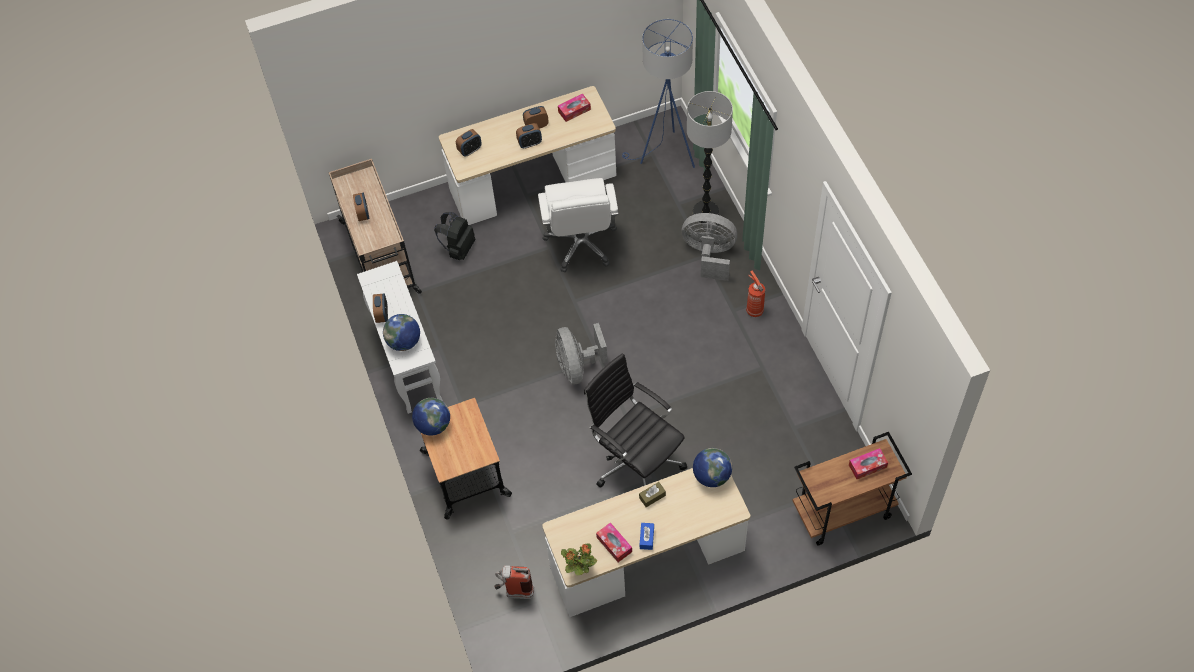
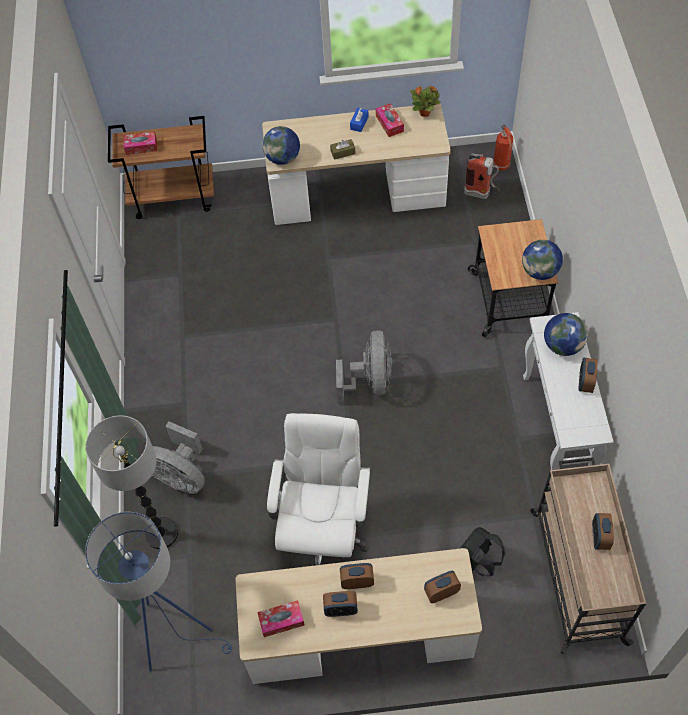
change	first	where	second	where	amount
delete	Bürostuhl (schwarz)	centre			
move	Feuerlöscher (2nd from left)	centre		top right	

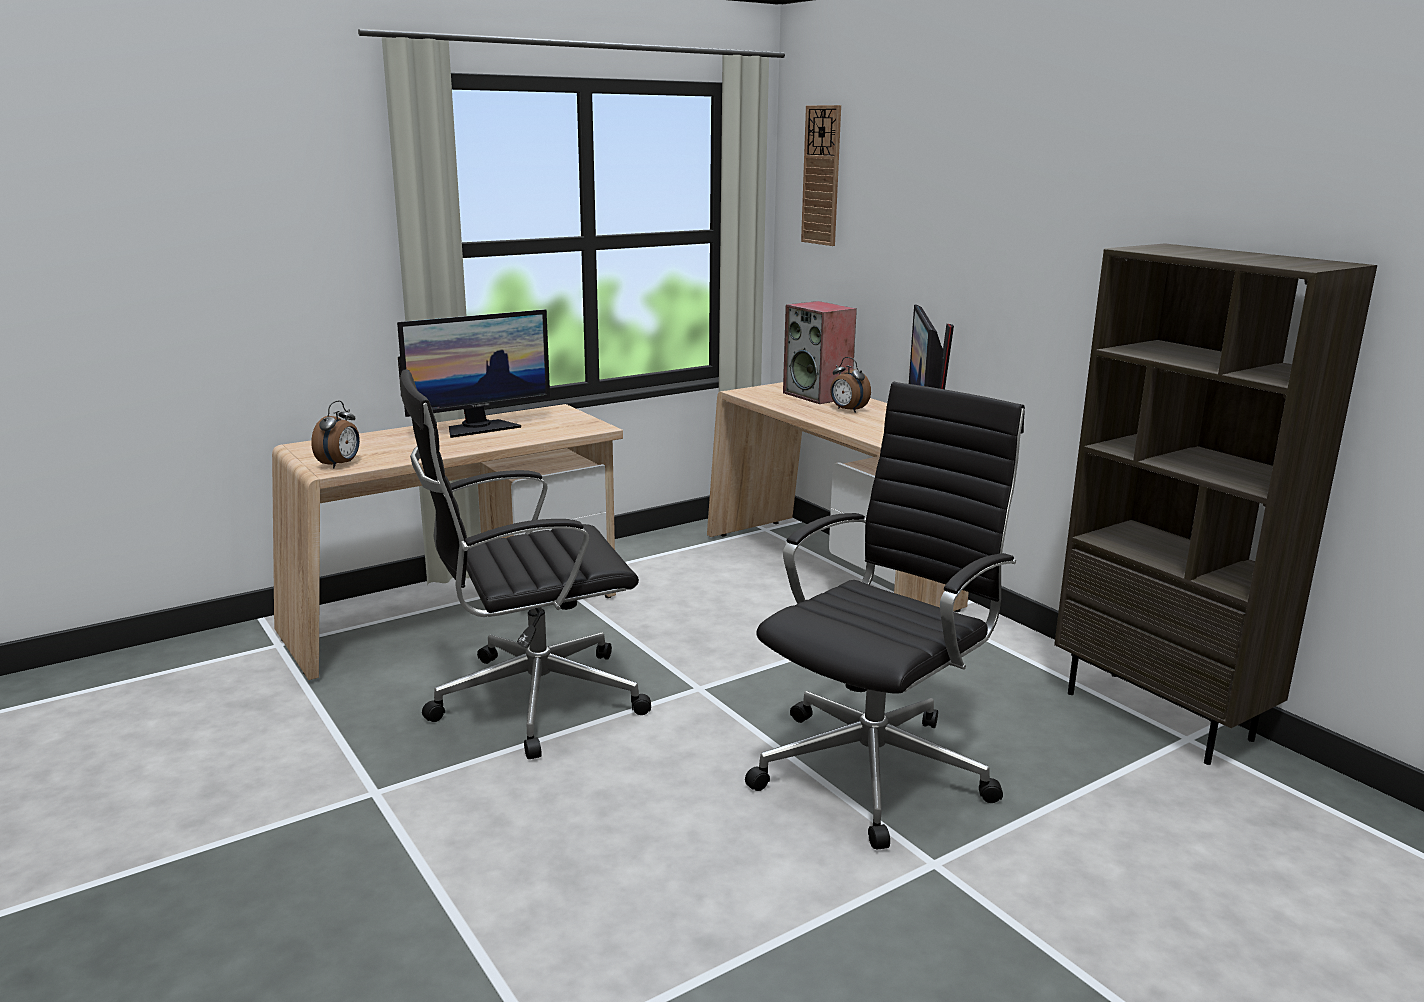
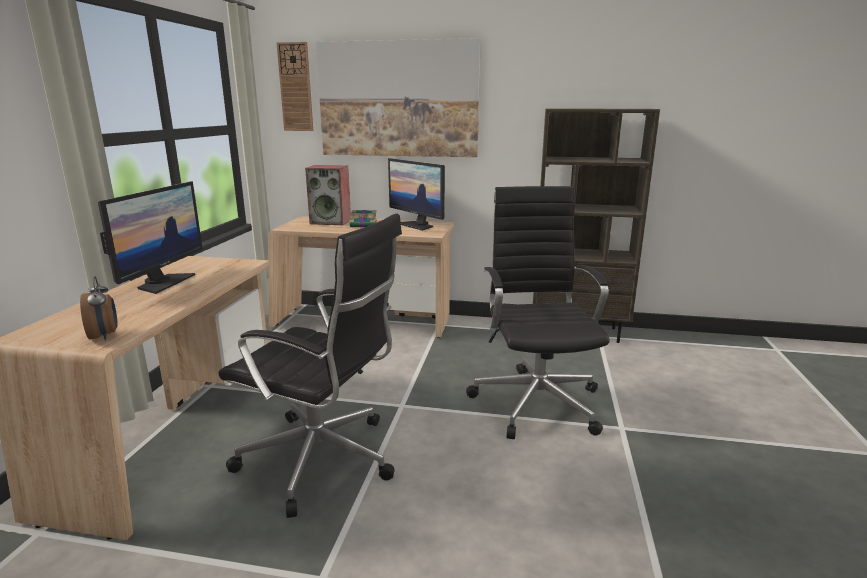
change	first	where	second	where	amount
insert			Bild	top centre	
replace	Wecker (2nd from left)	centre	Buch	centre	
rotate	Bürostuhl (schwarz) (1st from left)	centre		centre	90 degrees counterclockwise

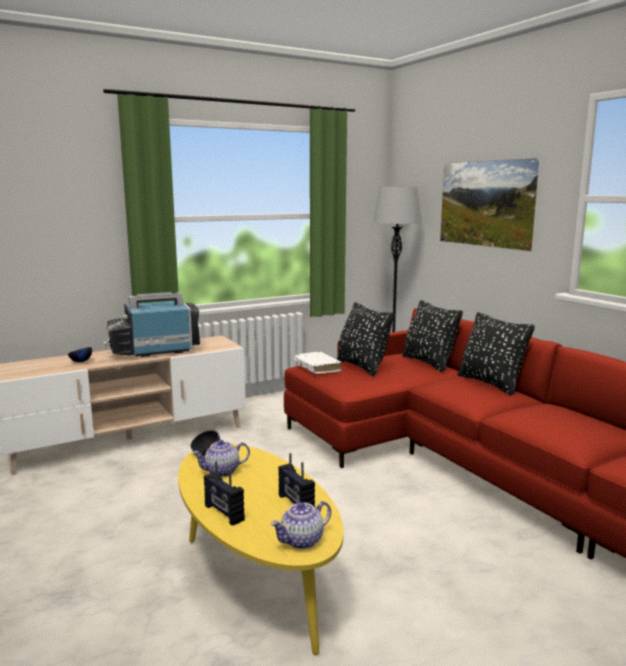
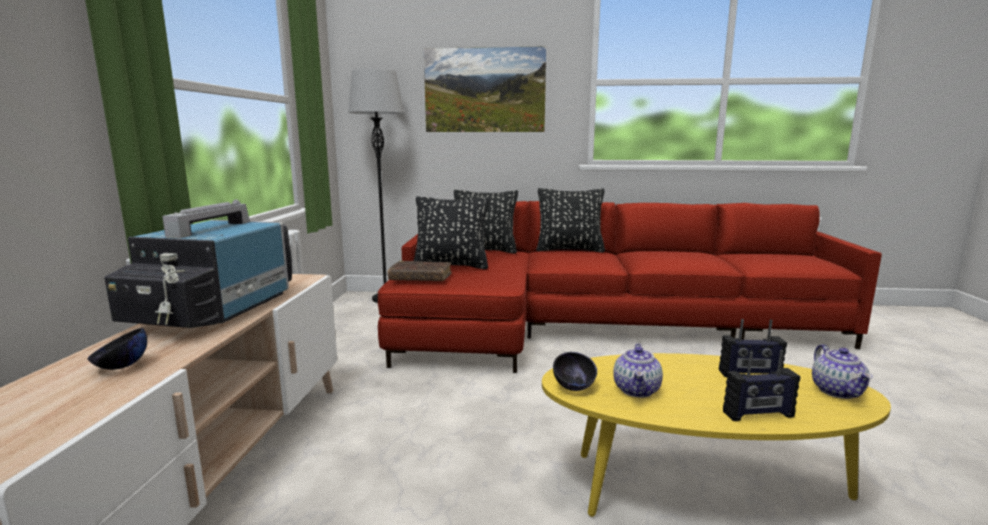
change	first	where	second	where	amount
recolor	Buch (weiß)	centre	Buch (braun)	centre	

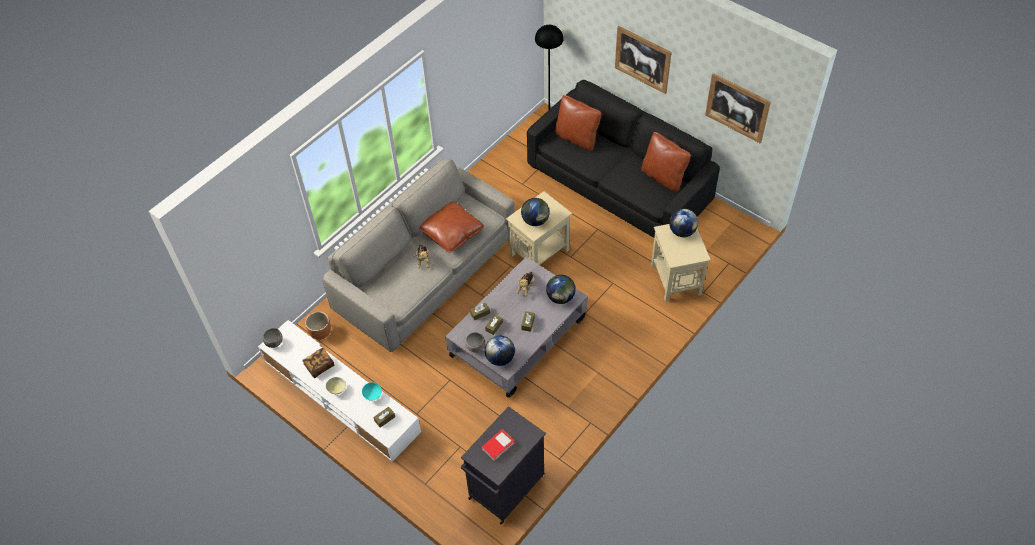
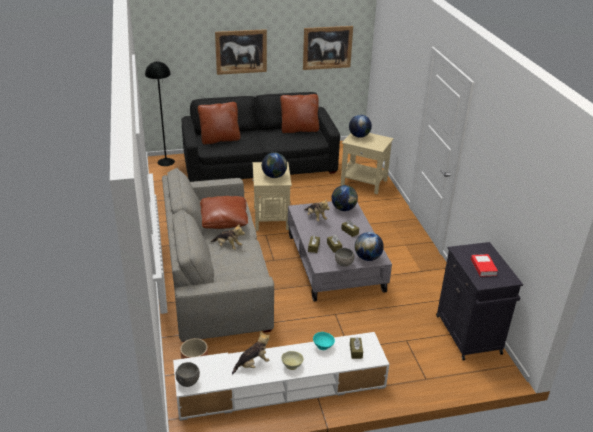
change	first	where	second	where	amount
replace	Buch (1st from left)	middle left	Plüschtier (2nd from left)	bottom centre	

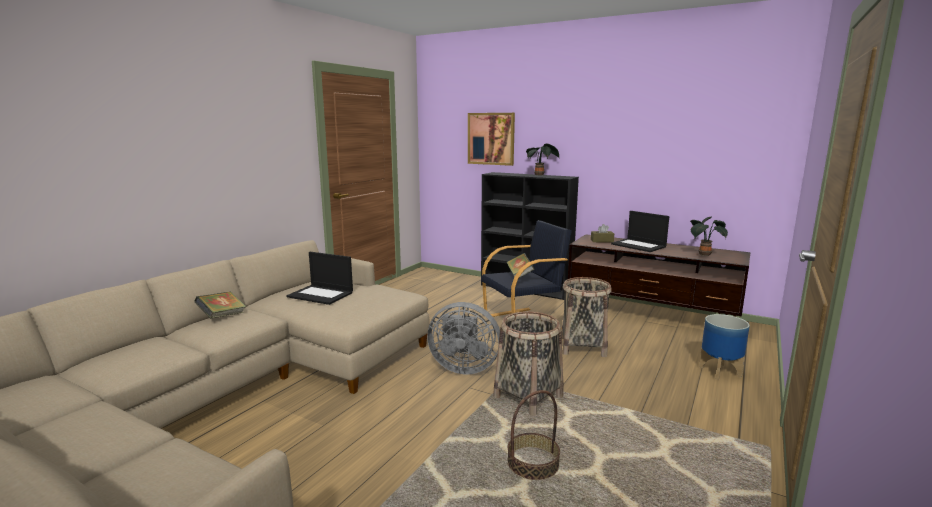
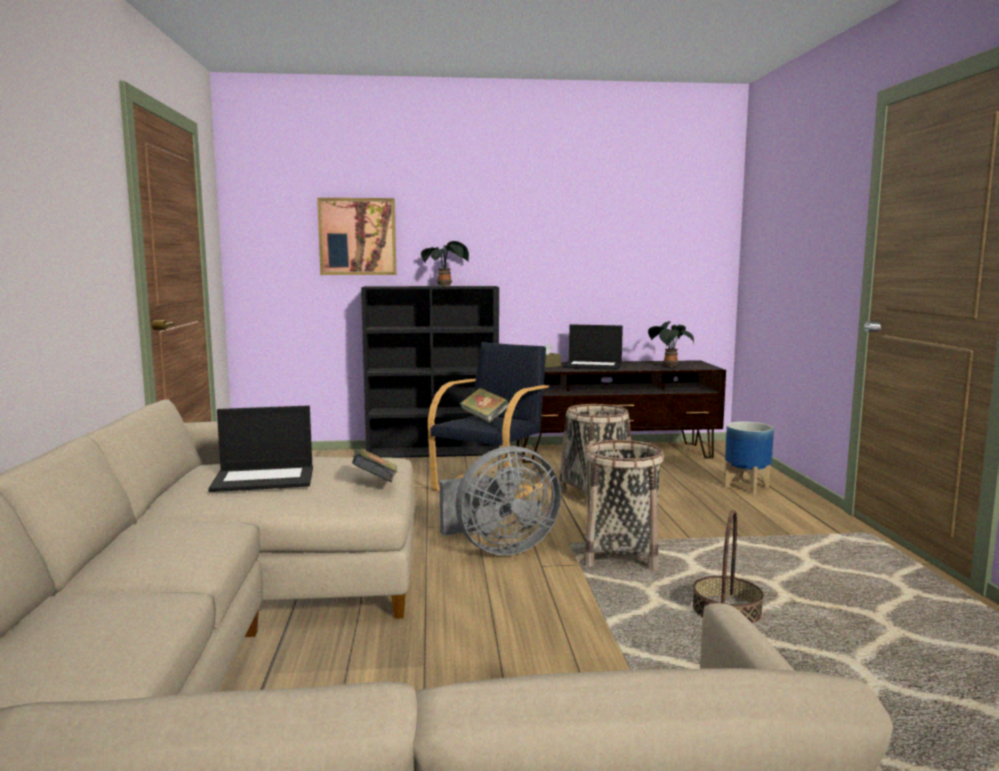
change	first	where	second	where	amount
move	Buch (1st from left)	middle left		centre	

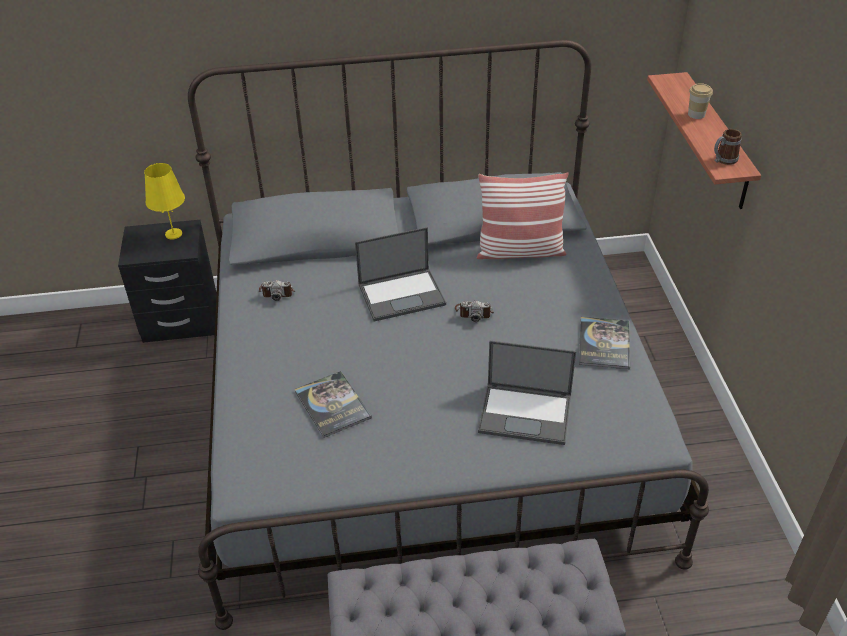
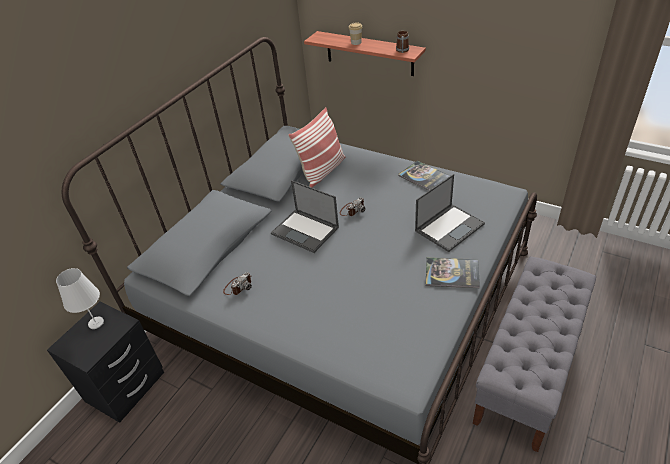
change	first	where	second	where	amount
move	Buch (1st from left in the first image)	centre	Buch (2nd from left)	middle right	
recolor	Tischlampe (gelb)	top left	Tischlampe (weiß)	middle left	
rotate	Laptop (1st from left)	centre		centre	105 degrees clockwise

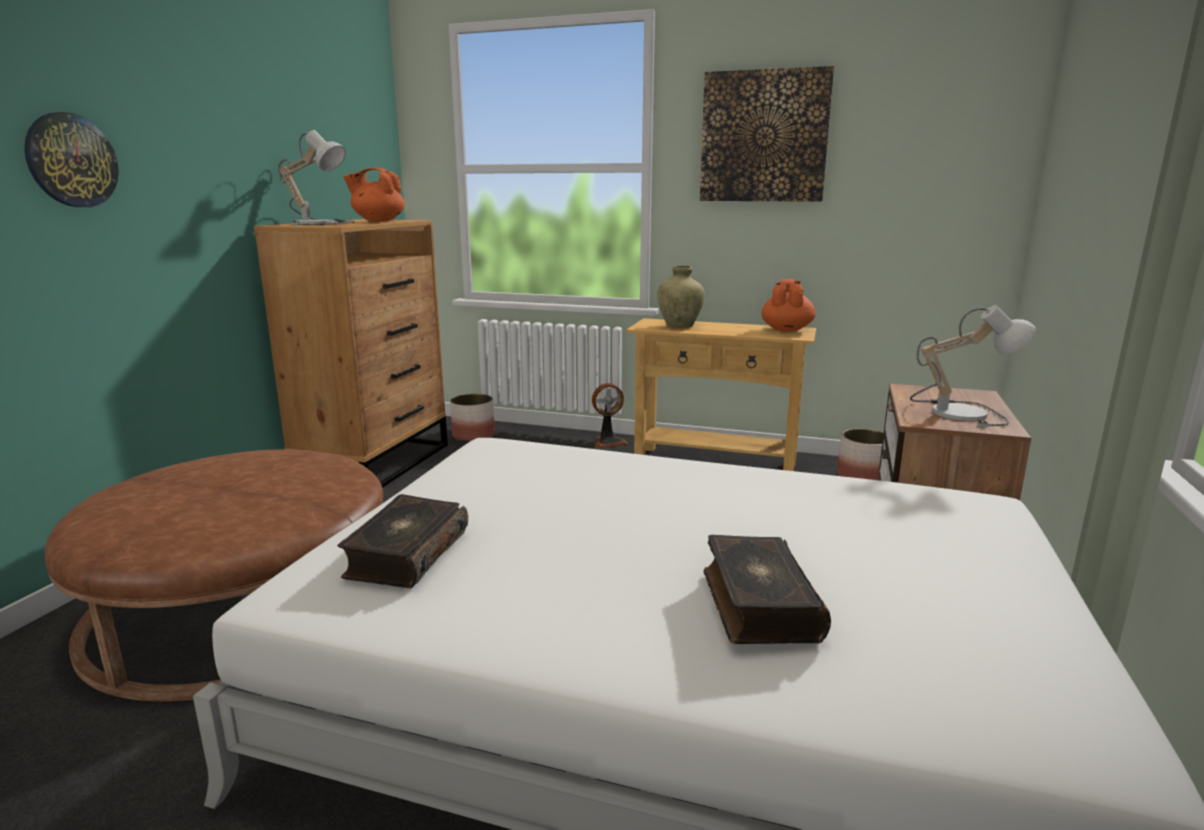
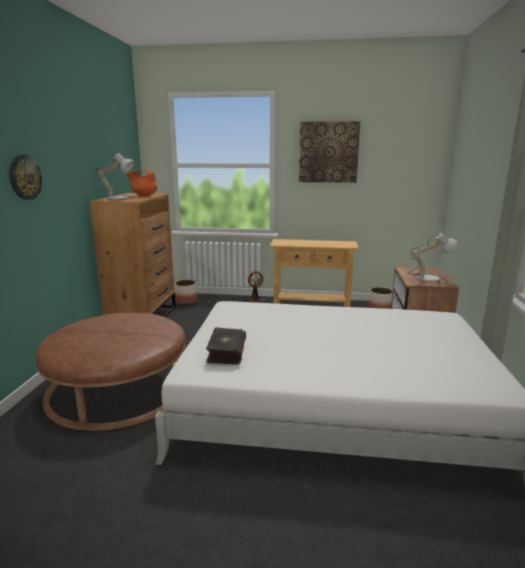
change	first	where	second	where	amount
delete	Vase (beige)	centre			
delete	Buch (2nd from left)	bottom centre			
delete	Teekanne (orange) (2nd from left)	centre			

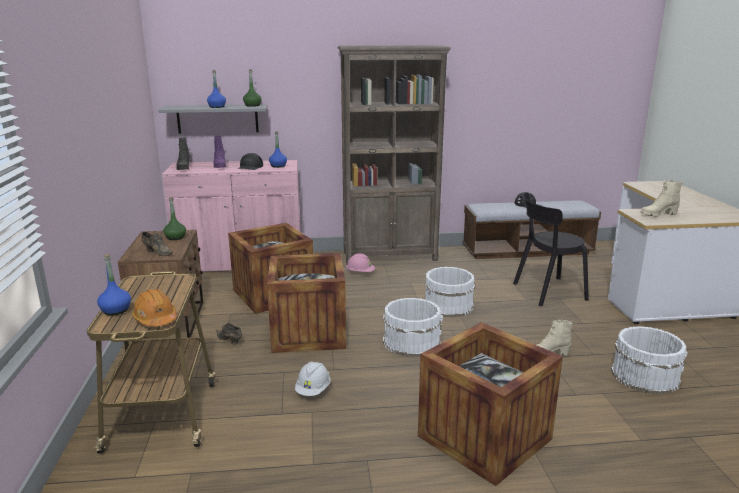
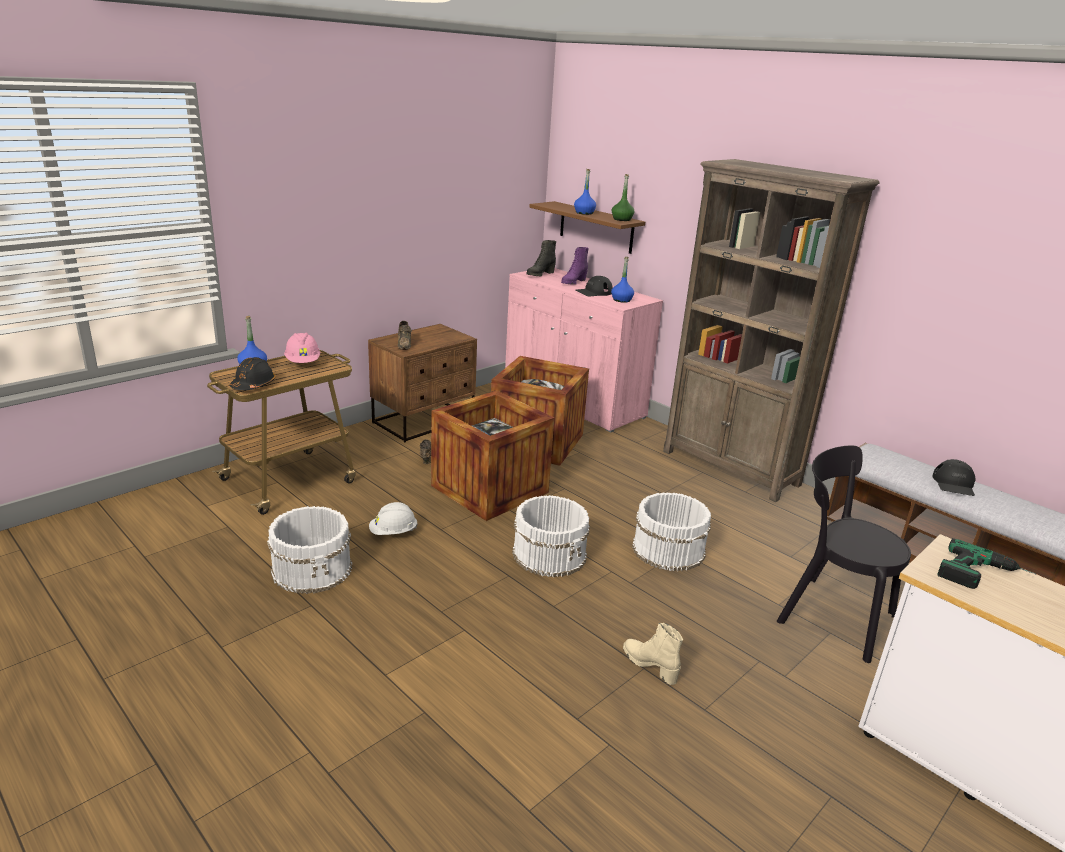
change	first	where	second	where	amount
delete	Flasche (grün) (1st from left)	middle left			
delete	Kiste (3rd from left)	bottom centre			
move	Schutzhelm (rosa)	centre		middle left	
move	Eimer (weiß) (3rd from left in the first image)	bottom right	Eimer (weiß) (1st from left)	middle left	
replace	Stiefel (beige) (2nd from left)	middle right	Bohrmaschine	middle right	
recolor	Schutzhelm (orange)	middle left	Schutzhelm (schwarz)	middle left	
recolor	Wandregal (grau)	top left	Wandregal (braun)	top centre	

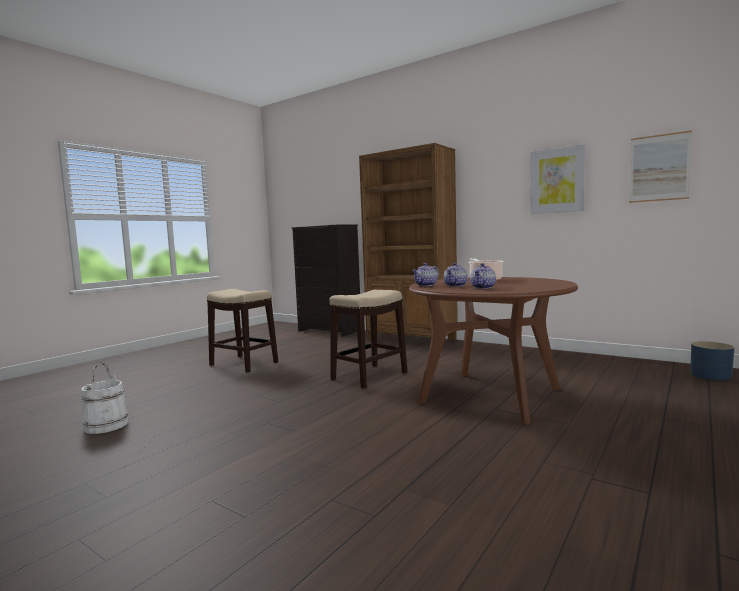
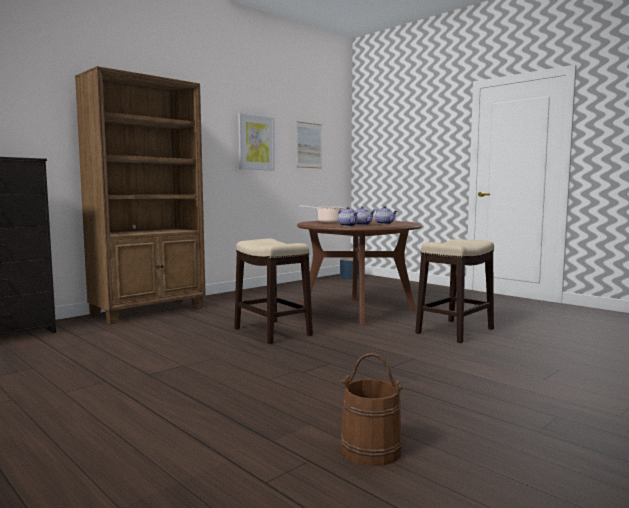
change	first	where	second	where	amount
move	Hocker (1st from left in the first image)	middle left	Hocker (2nd from left)	middle right	
recolor	Eimer (weiß)	bottom left	Eimer (braun)	bottom centre	

